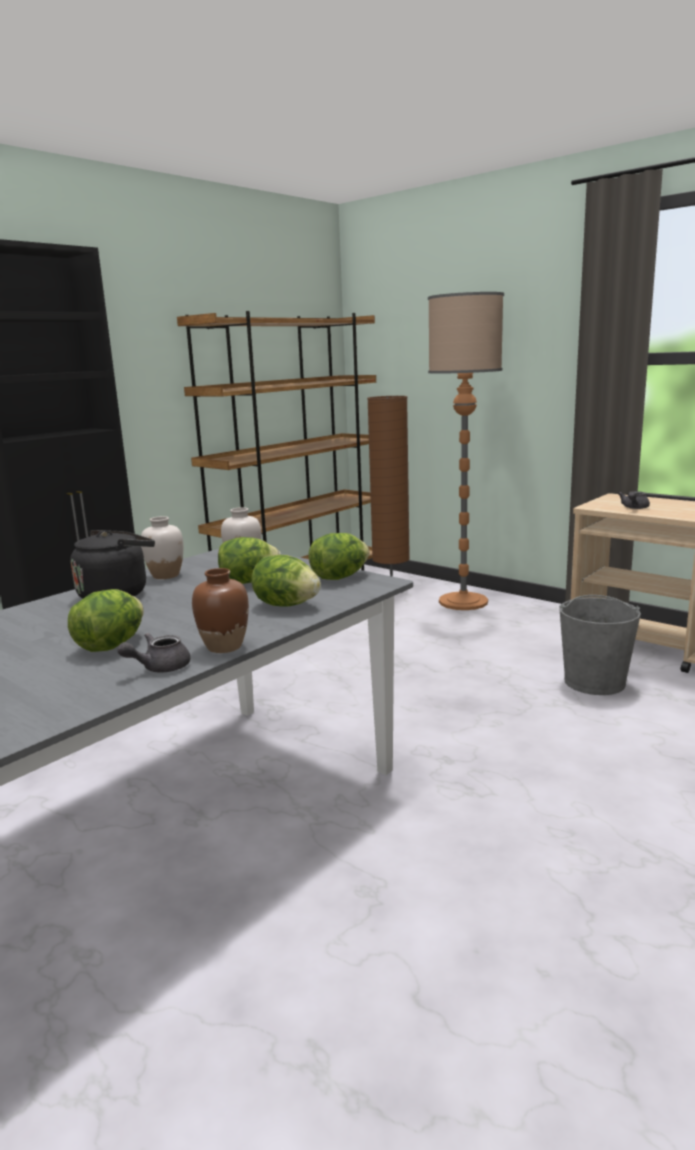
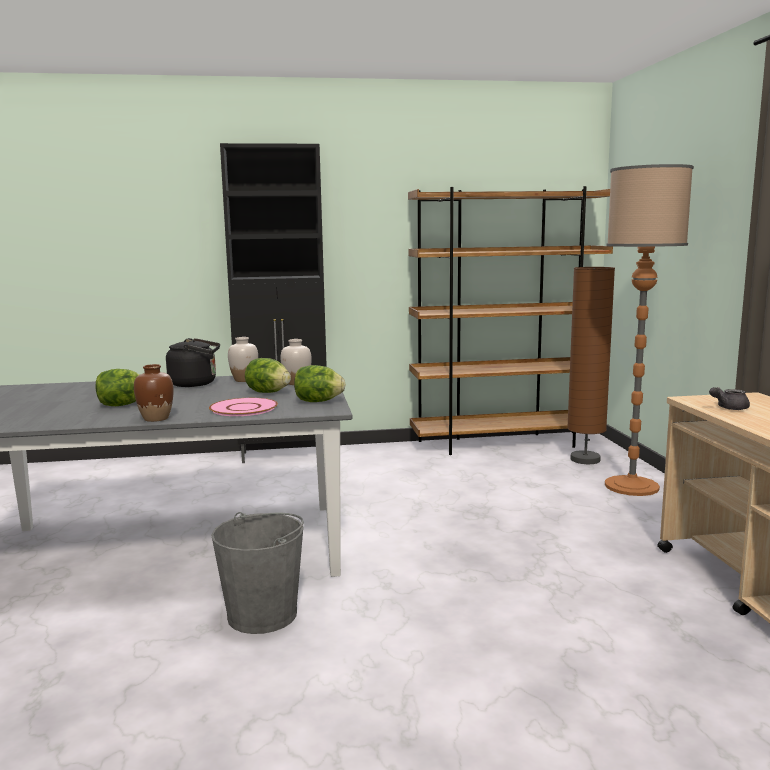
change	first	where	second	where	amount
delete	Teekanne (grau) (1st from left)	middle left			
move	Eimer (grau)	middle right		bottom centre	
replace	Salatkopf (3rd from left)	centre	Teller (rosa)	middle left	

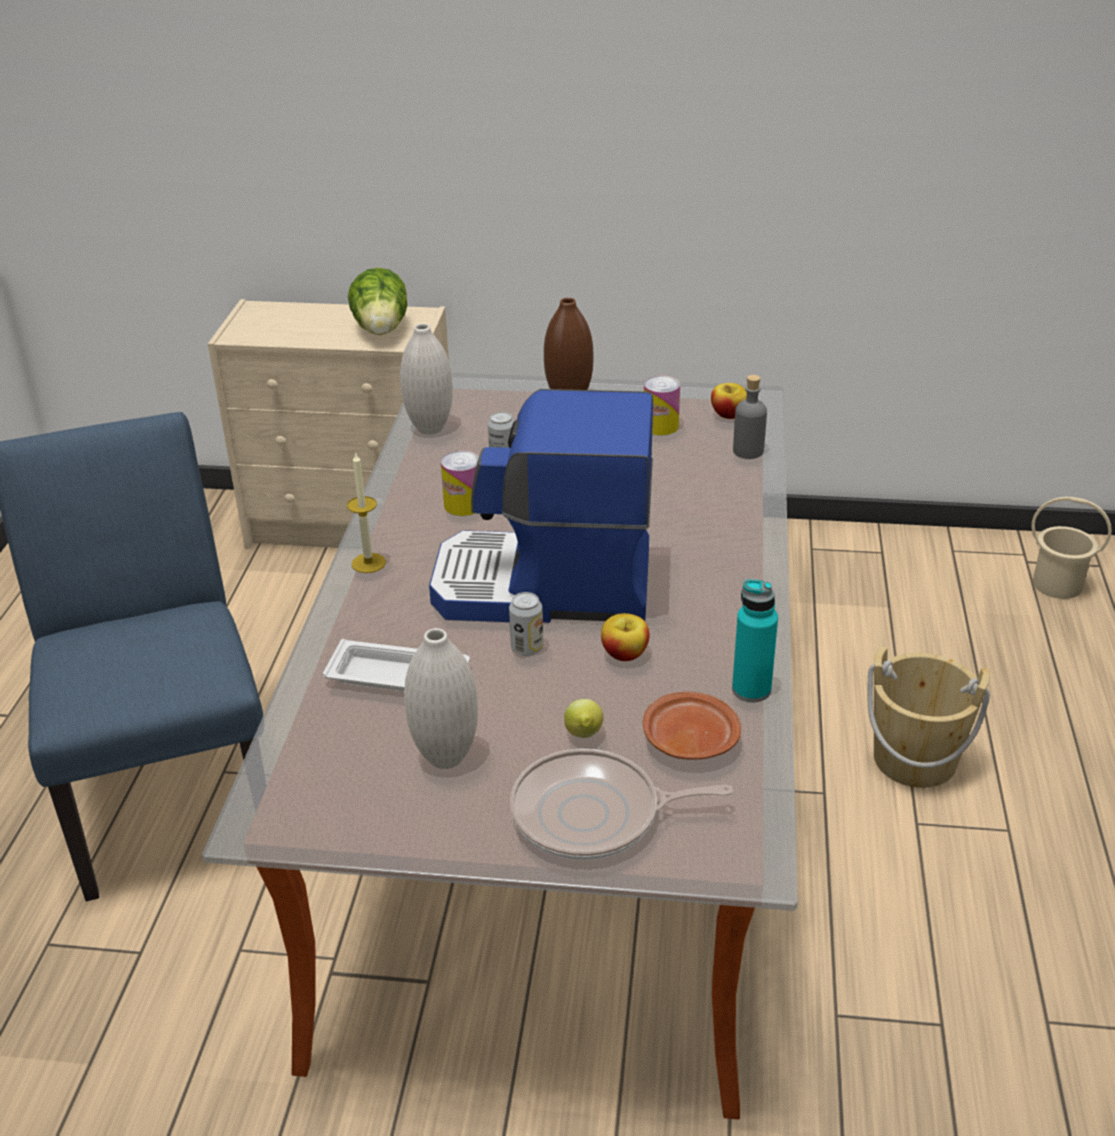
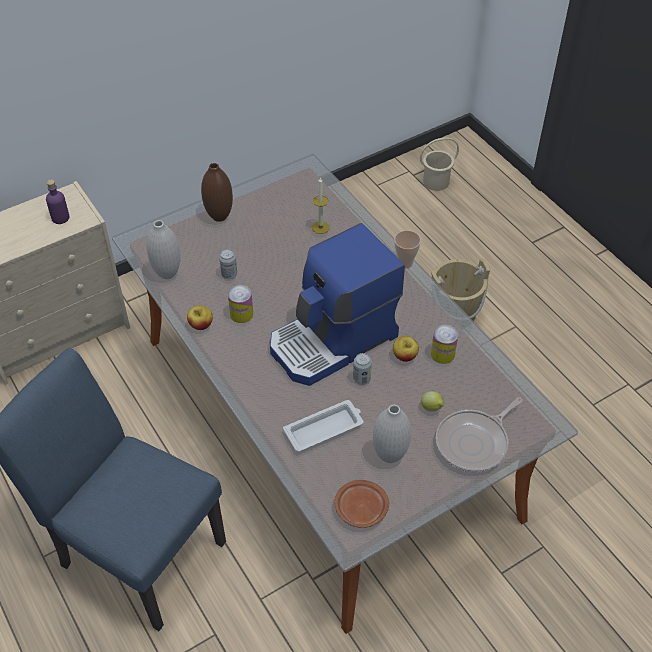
change	first	where	second	where	amount
delete	Flasche (türkis)	middle right			
delete	Flasche (grau)	middle right			
insert			Tasse	centre	
move	Kerze	middle left		top centre	
move	Teller (braun)	centre		bottom centre	
move	Dose (4th from left)	centre		middle right	
move	Apfel (2nd from left in the first image)	centre	Apfel (1st from left)	middle left	
replace	Salatkopf	top centre	Flasche (lila)	top left	

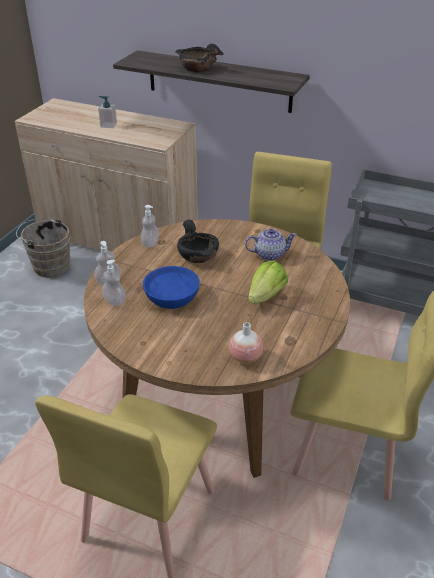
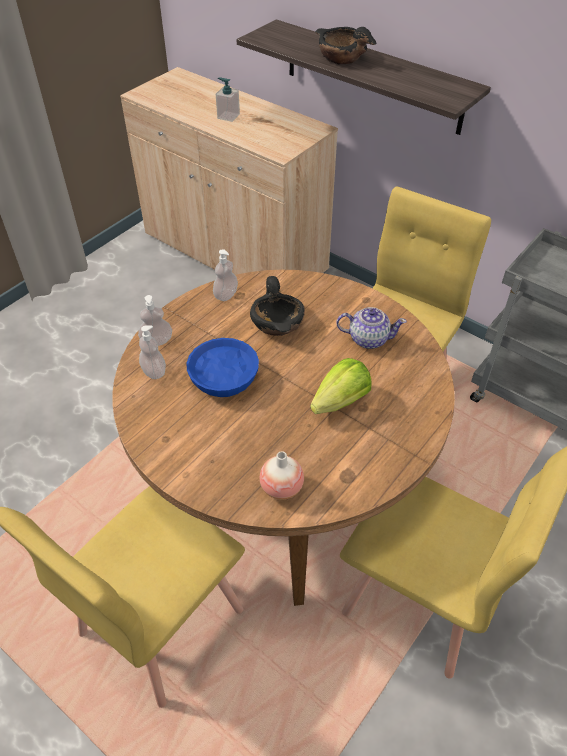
change	first	where	second	where	amount
delete	Eimer (braun)	middle left			

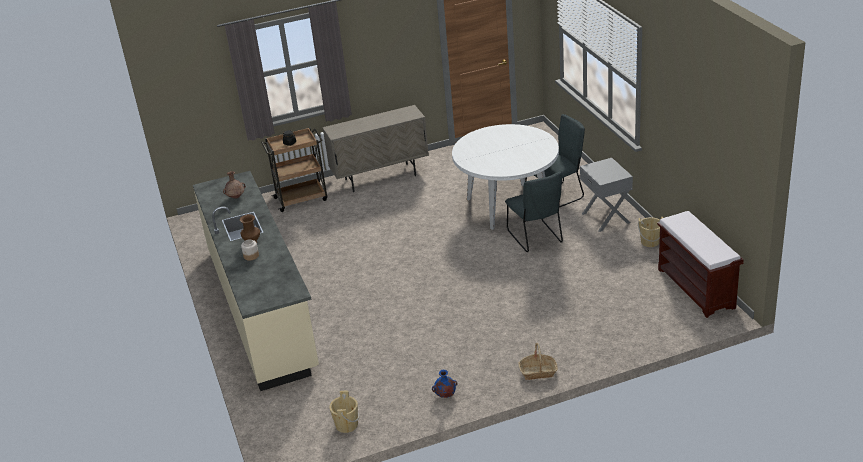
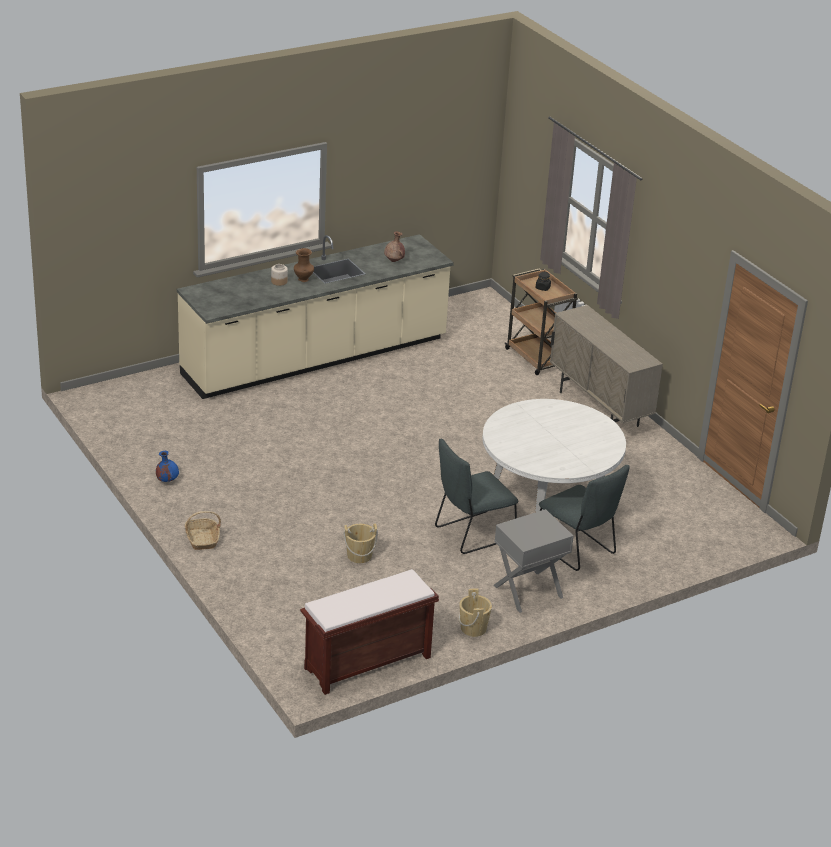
change	first	where	second	where	amount
move	Eimer (beige) (1st from left)	bottom centre		centre	

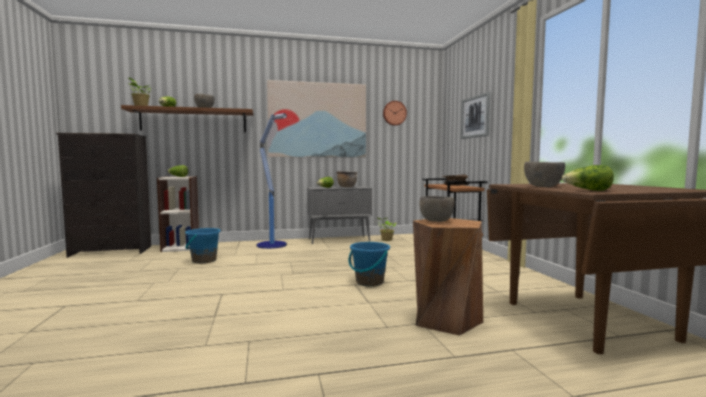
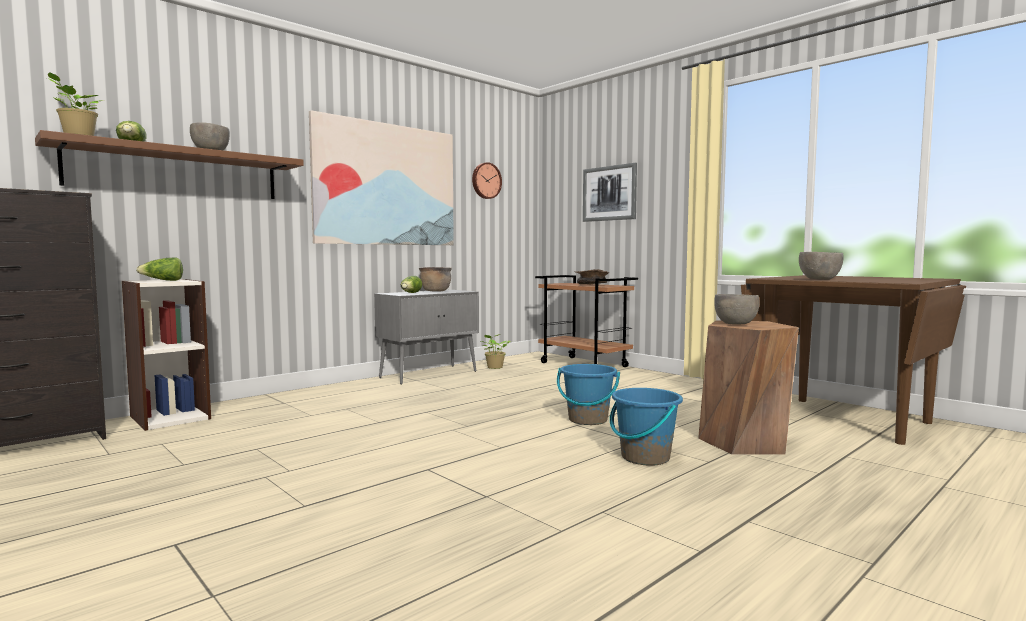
change	first	where	second	where	amount
delete	Stehlampe	centre			
delete	Salatkopf (4th from left)	middle right			
move	Eimer (blau) (1st from left in the first image)	middle left	Eimer (blau) (2nd from left)	bottom centre	

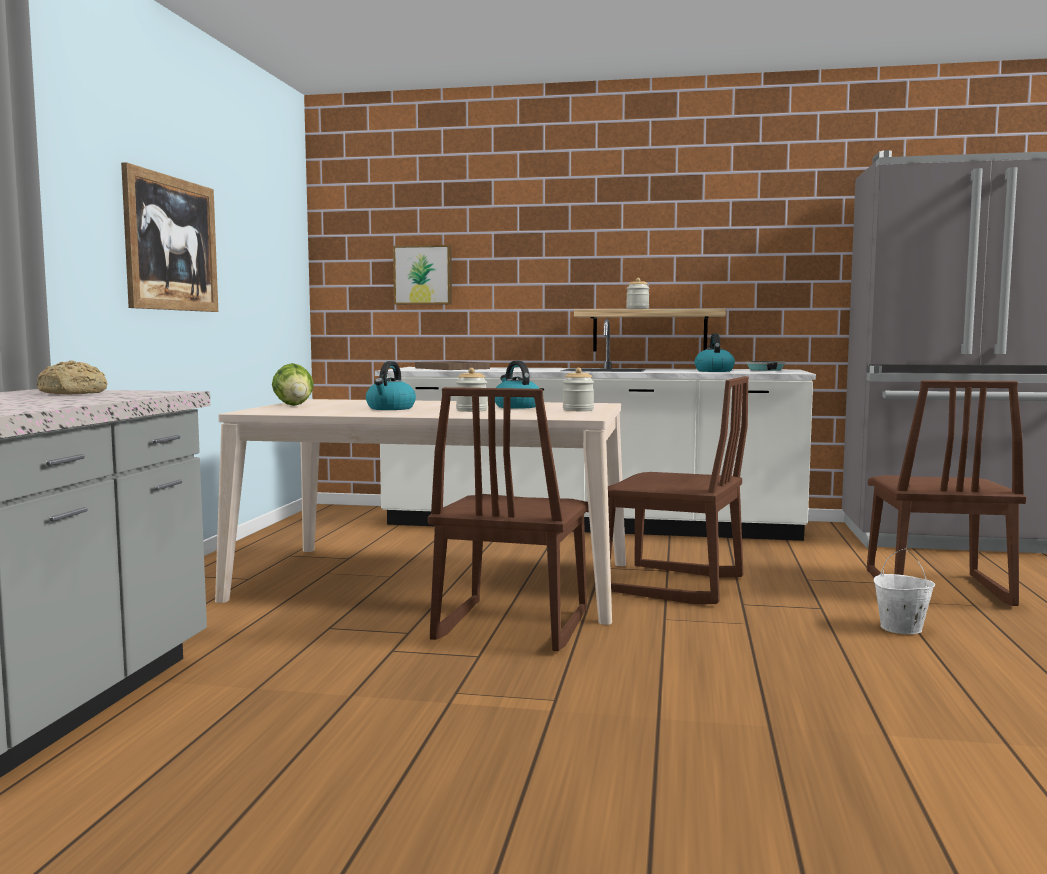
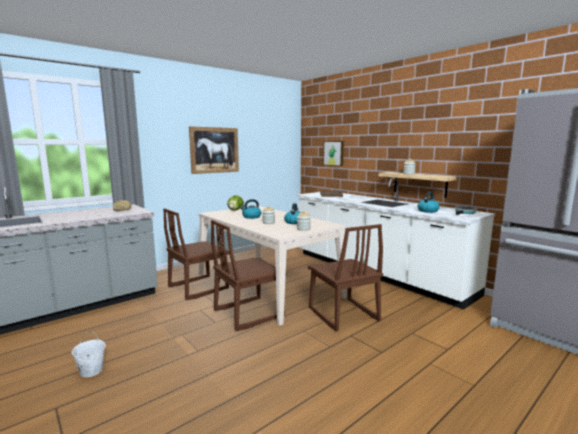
change	first	where	second	where	amount
move	Stuhl (braun) (3rd from left in the first image)	middle right	Stuhl (braun) (1st from left)	centre	
move	Eimer (weiß)	bottom right		bottom left	

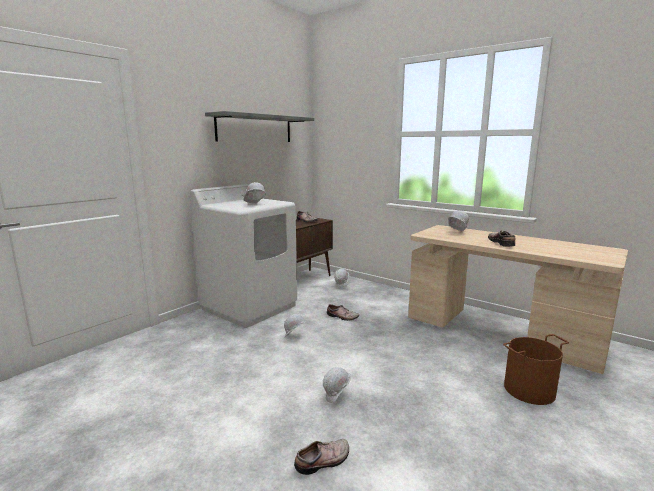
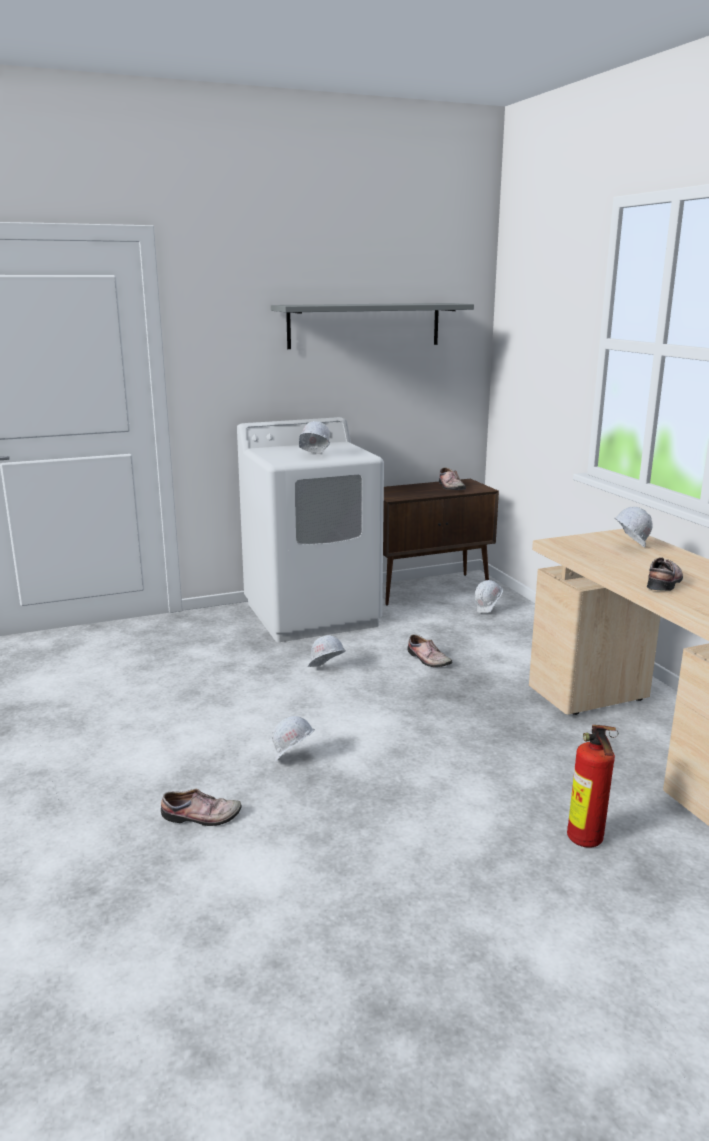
change	first	where	second	where	amount
replace	Eimer (braun)	bottom right	Feuerlöscher	bottom right	

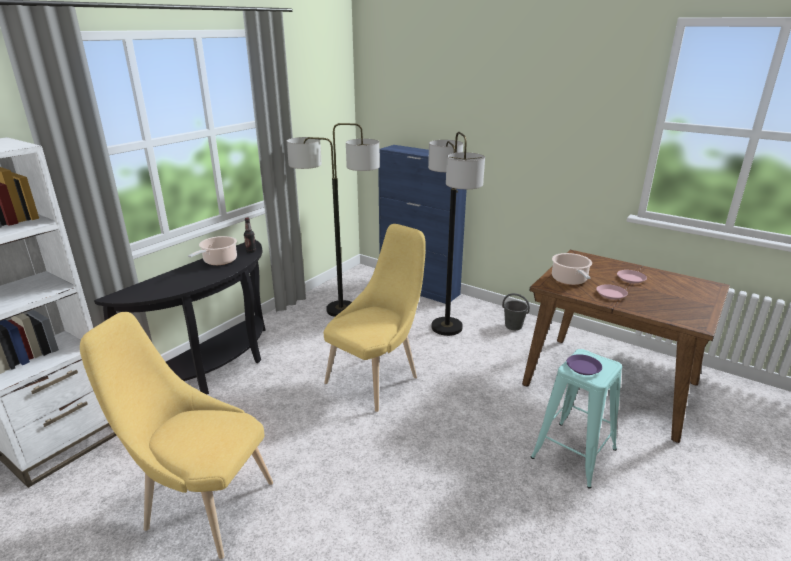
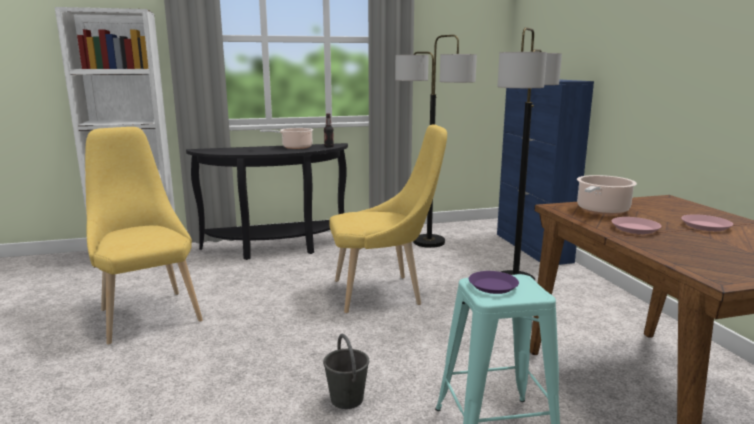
change	first	where	second	where	amount
move	Eimer (grau)	centre		bottom centre	

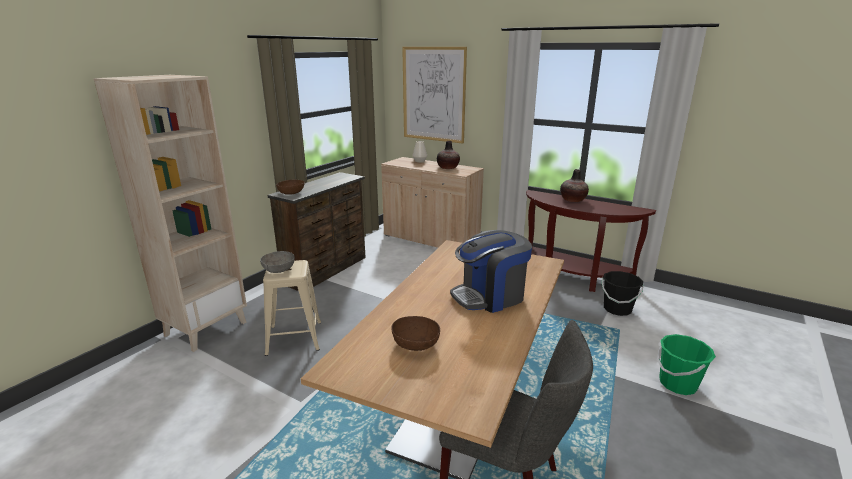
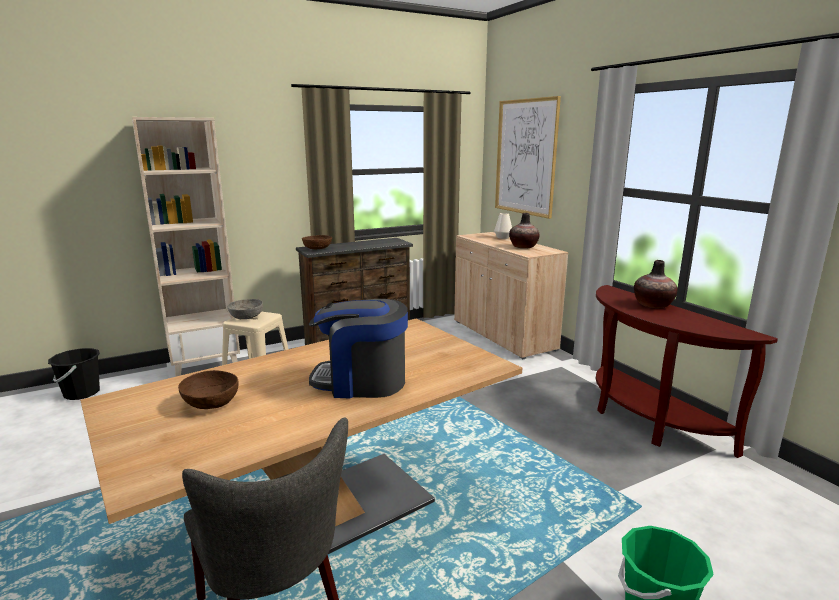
change	first	where	second	where	amount
move	Eimer (schwarz)	middle right		middle left	

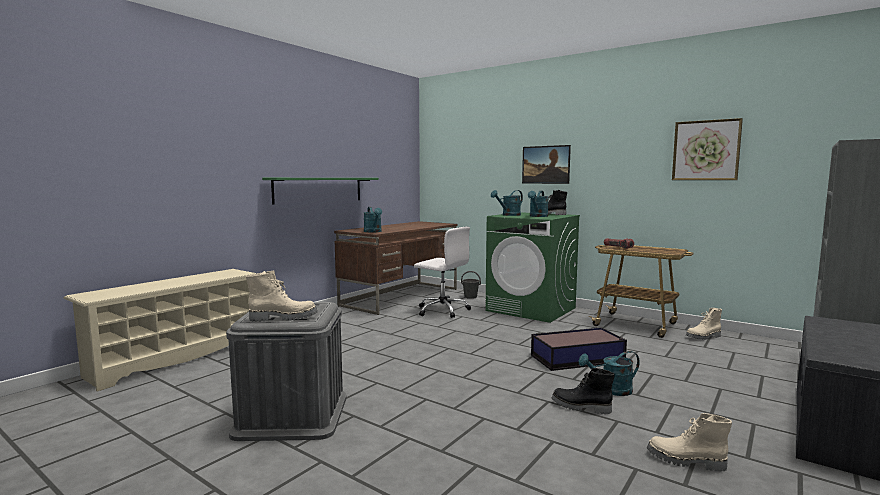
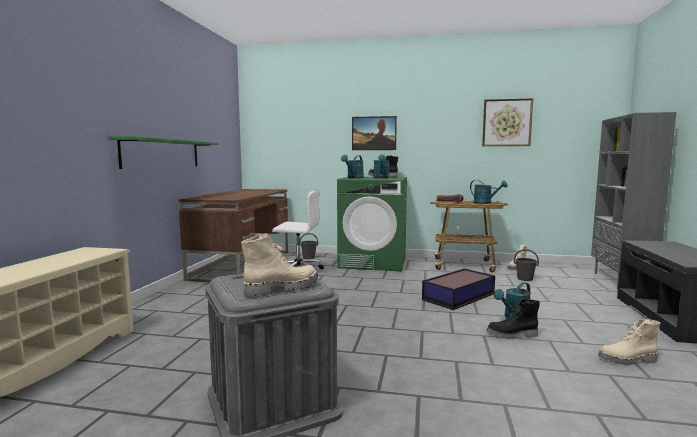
change	first	where	second	where	amount
insert			Eimer (grau) (2nd from left)	middle right	
move	Gießkanne (türkis) (1st from left in the first image)	centre	Gießkanne (türkis) (3rd from left)	middle right	

